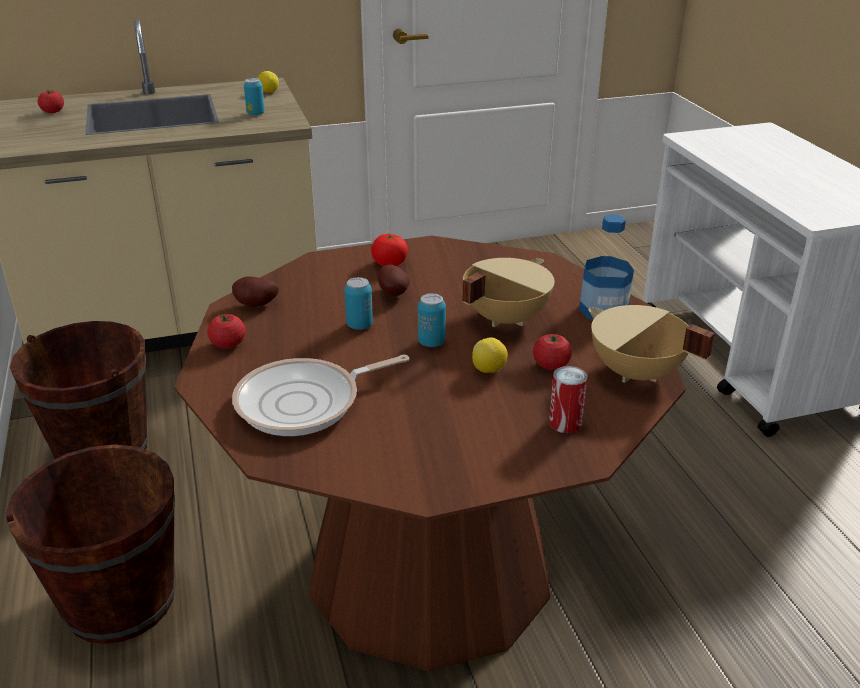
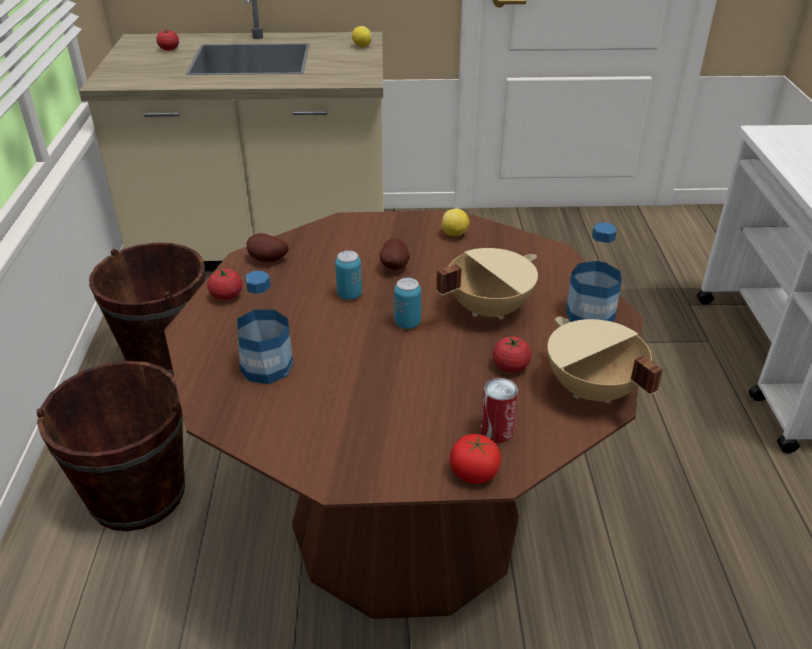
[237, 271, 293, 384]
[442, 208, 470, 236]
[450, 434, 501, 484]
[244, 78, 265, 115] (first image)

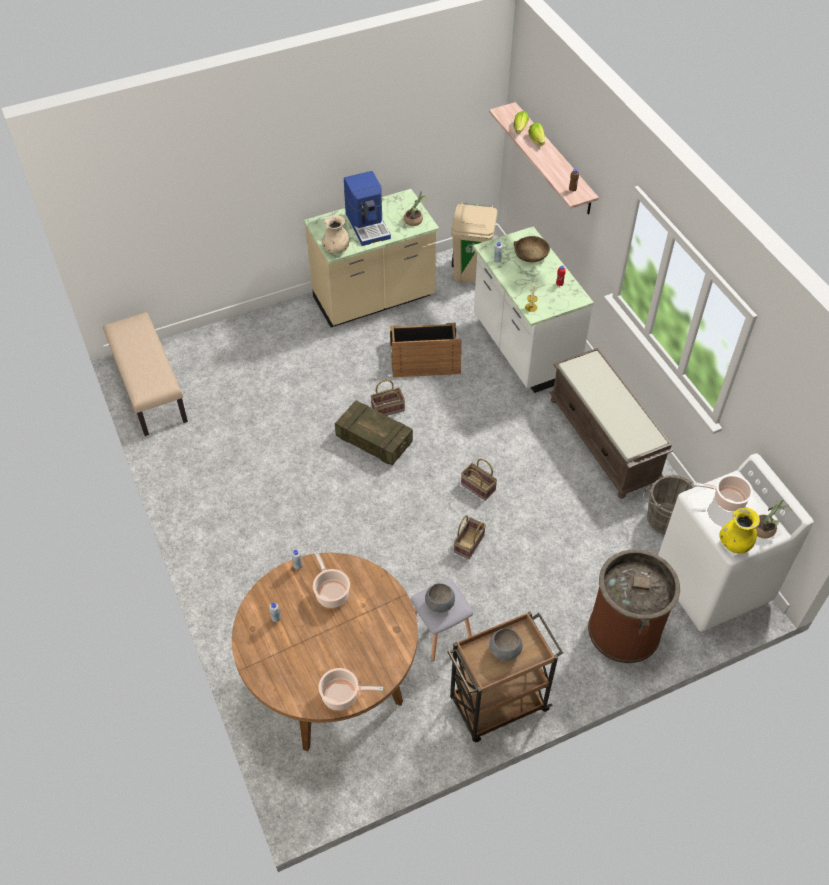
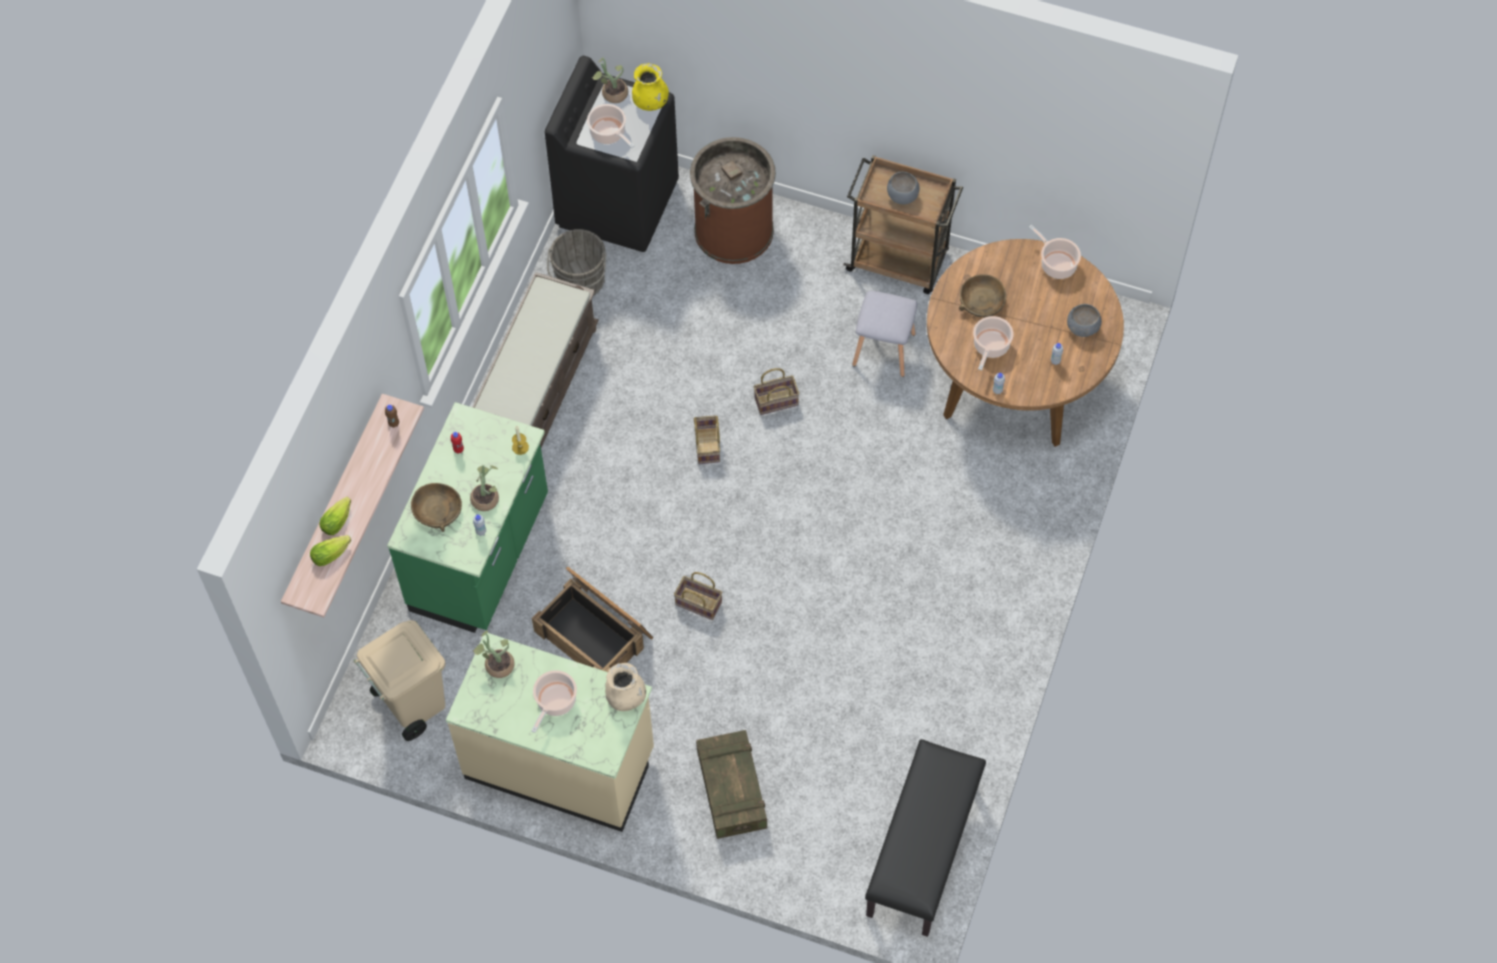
[387, 402, 548, 633]
[470, 465, 499, 511]
[531, 670, 577, 733]
[545, 56, 679, 252]
[696, 730, 767, 839]
[865, 739, 986, 937]
[959, 274, 1006, 318]
[1067, 304, 1102, 337]

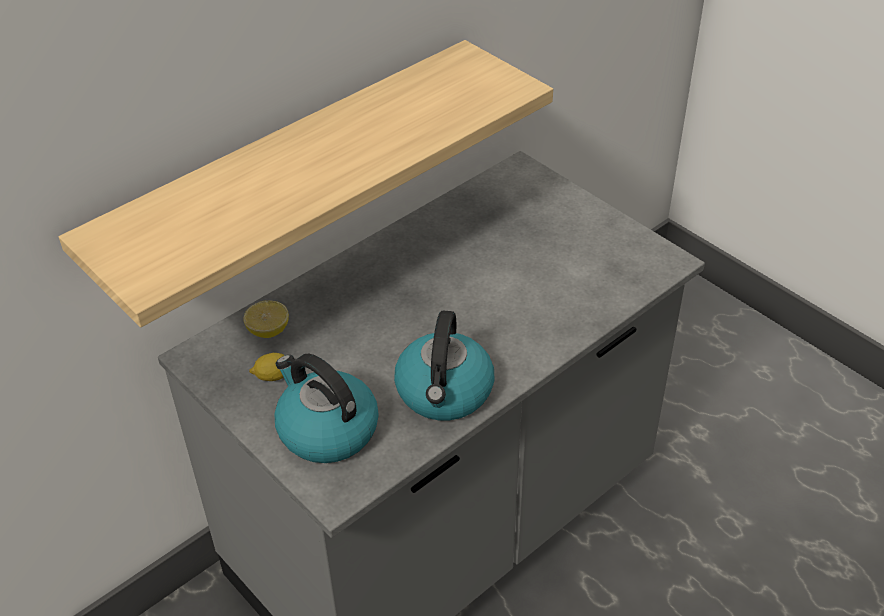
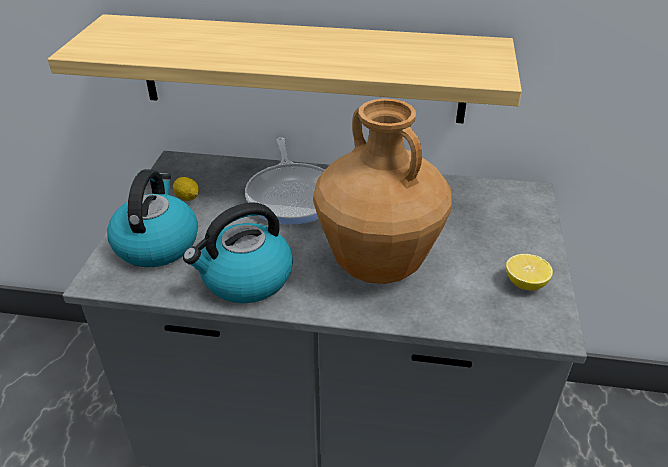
[245, 137, 325, 225]
[313, 98, 452, 284]
[506, 254, 553, 291]

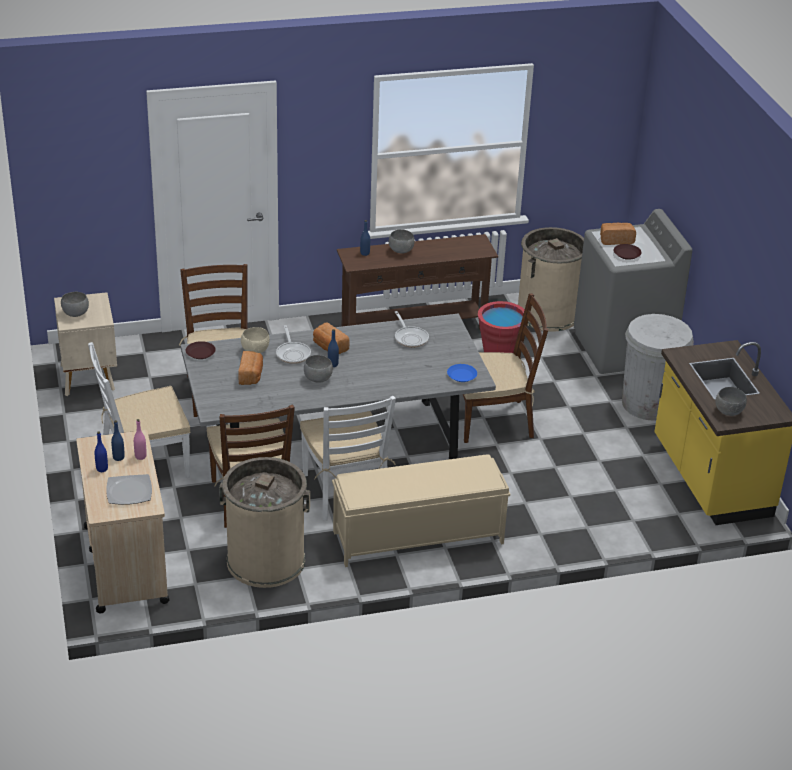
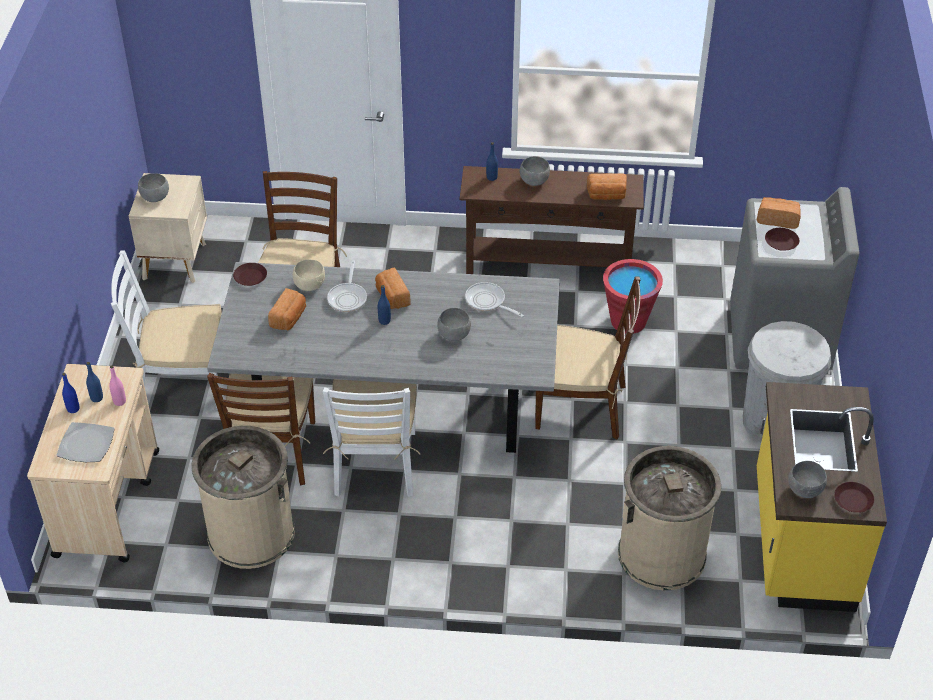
[437, 308, 471, 341]
[465, 282, 524, 317]
[587, 173, 627, 200]
[618, 446, 721, 590]
[834, 482, 874, 513]
[332, 454, 510, 567] (first image)
[447, 364, 477, 382] (first image)

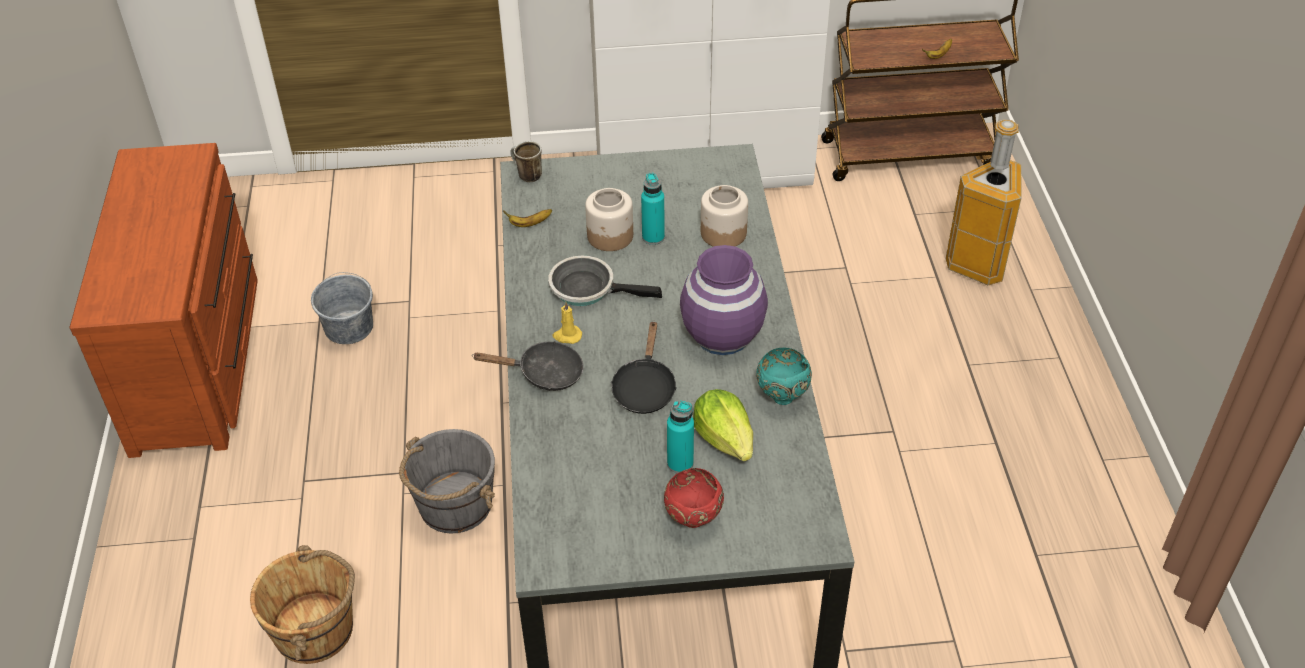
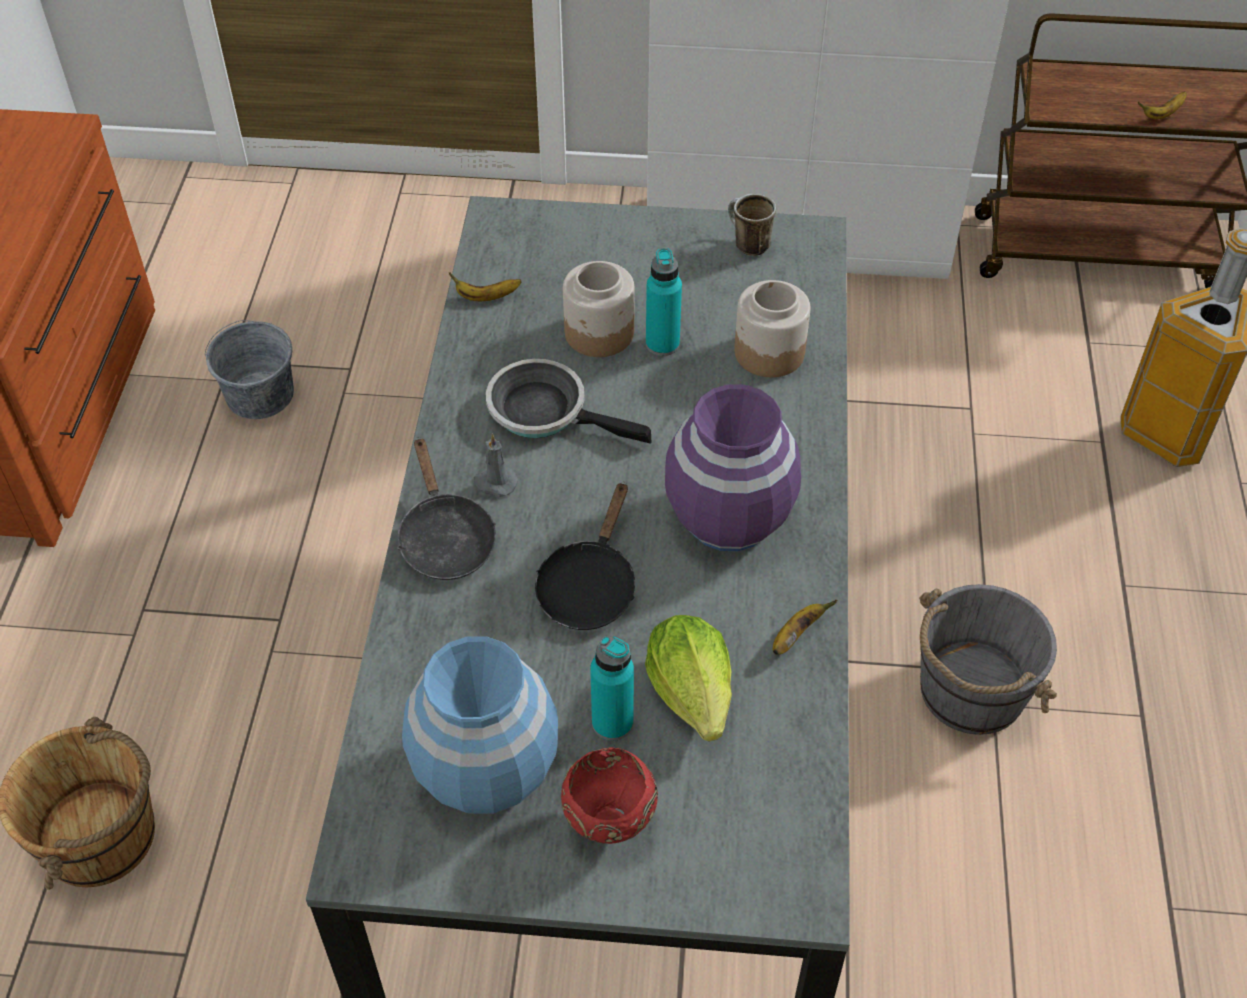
[397, 437, 496, 580]
[402, 636, 558, 814]
[473, 434, 518, 497]
[728, 194, 776, 256]
[773, 600, 838, 655]
[919, 584, 1057, 735]

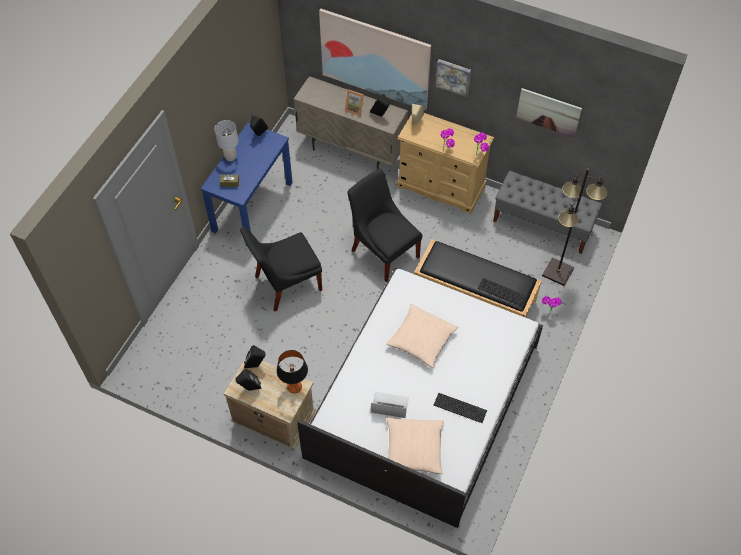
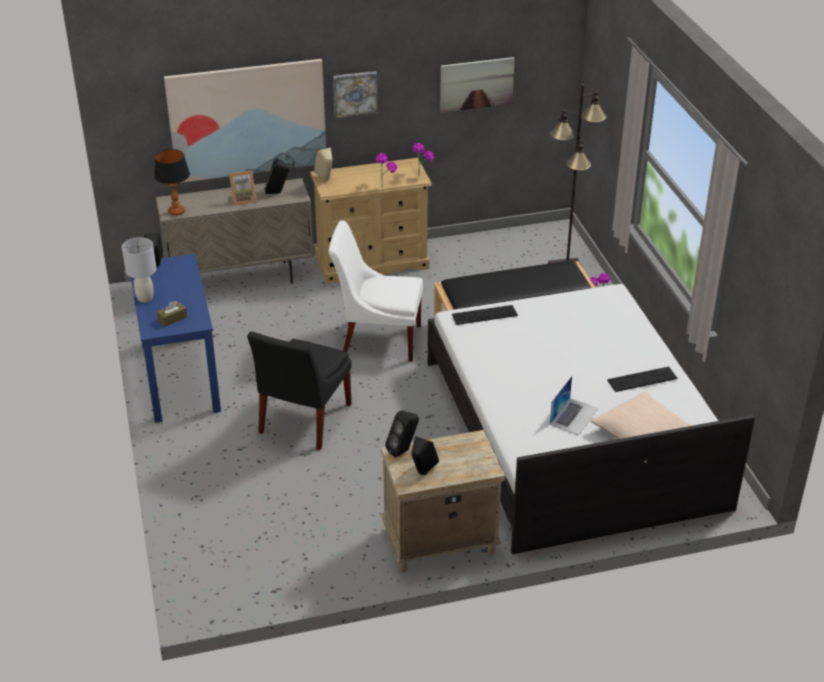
[154, 149, 190, 216]
[328, 220, 423, 362]
[452, 305, 518, 325]
[550, 376, 598, 435]
[386, 304, 458, 368] (first image)
[493, 171, 602, 254] (first image)

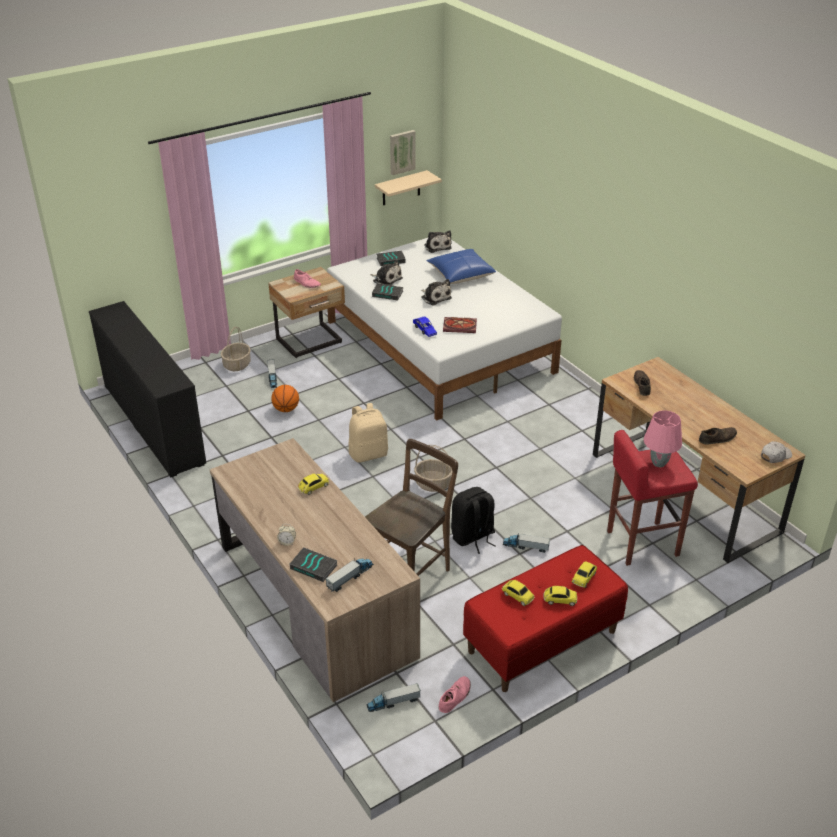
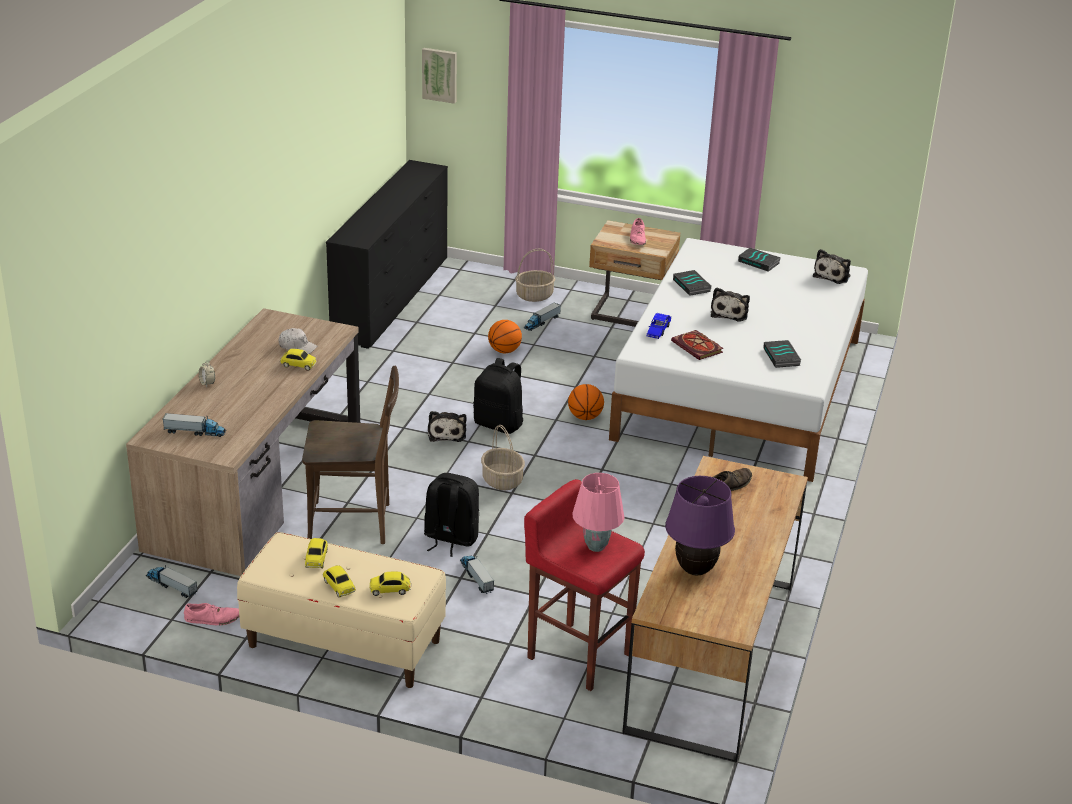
[237, 532, 446, 688]
[279, 328, 318, 354]
[422, 48, 457, 104]
[428, 411, 466, 442]
[473, 358, 523, 434]
[568, 384, 604, 420]
[665, 476, 735, 576]
[763, 340, 801, 368]
[375, 170, 442, 205] (first image)
[426, 249, 496, 284] (first image)

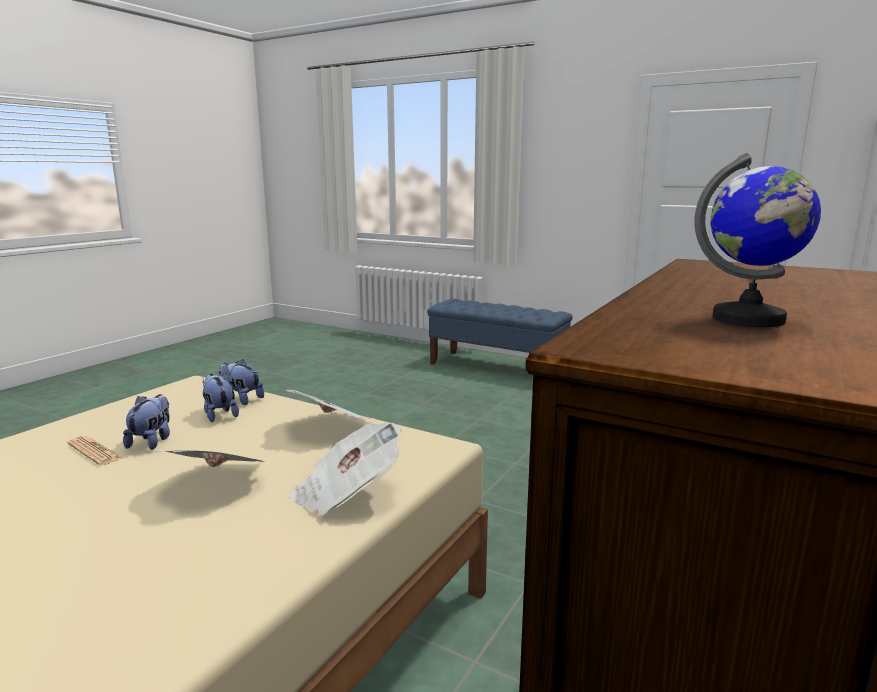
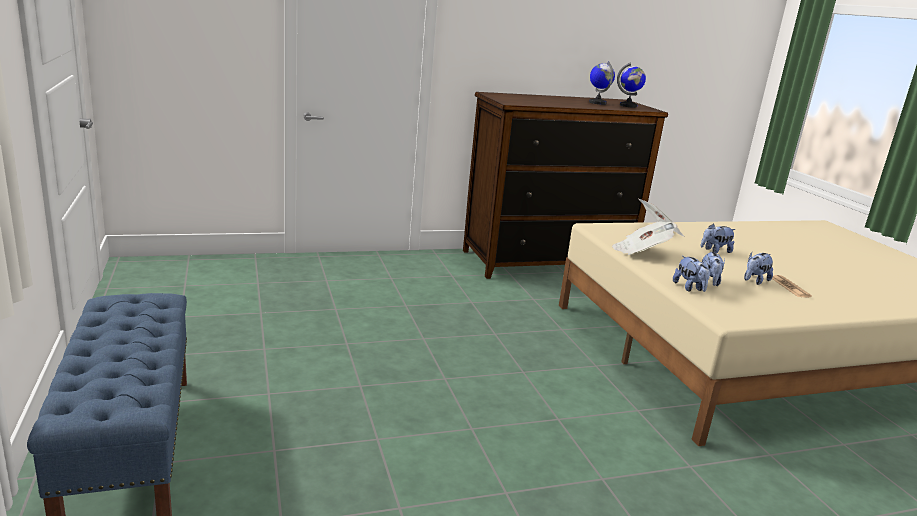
[617, 63, 646, 108]
[701, 223, 736, 253]

